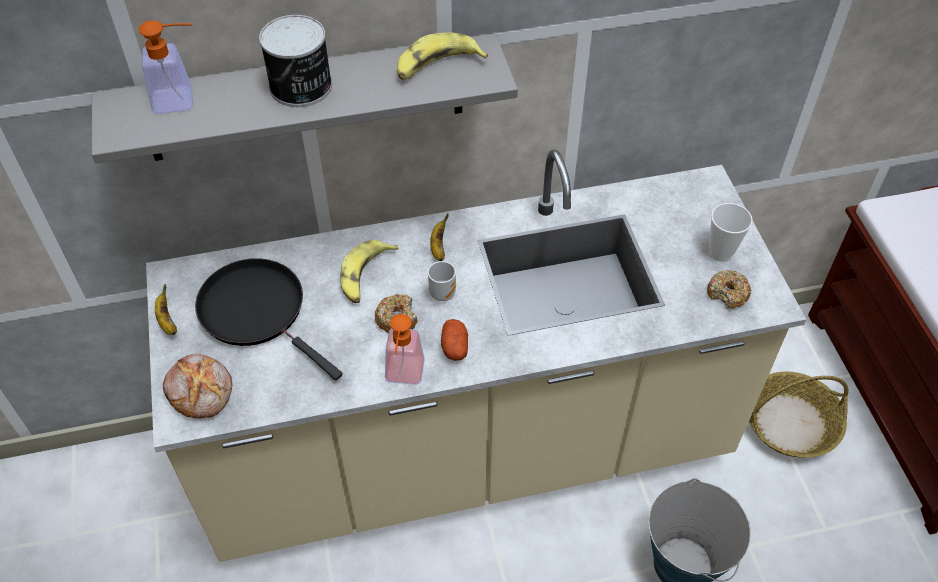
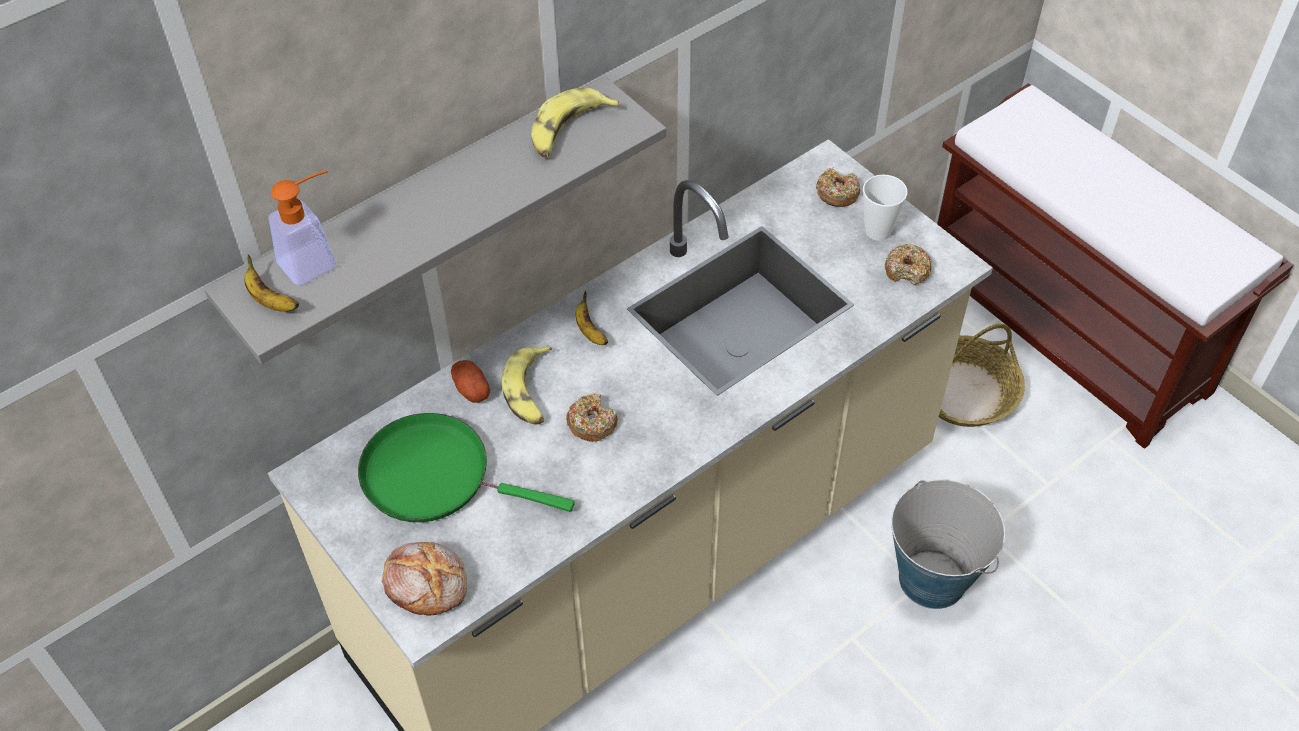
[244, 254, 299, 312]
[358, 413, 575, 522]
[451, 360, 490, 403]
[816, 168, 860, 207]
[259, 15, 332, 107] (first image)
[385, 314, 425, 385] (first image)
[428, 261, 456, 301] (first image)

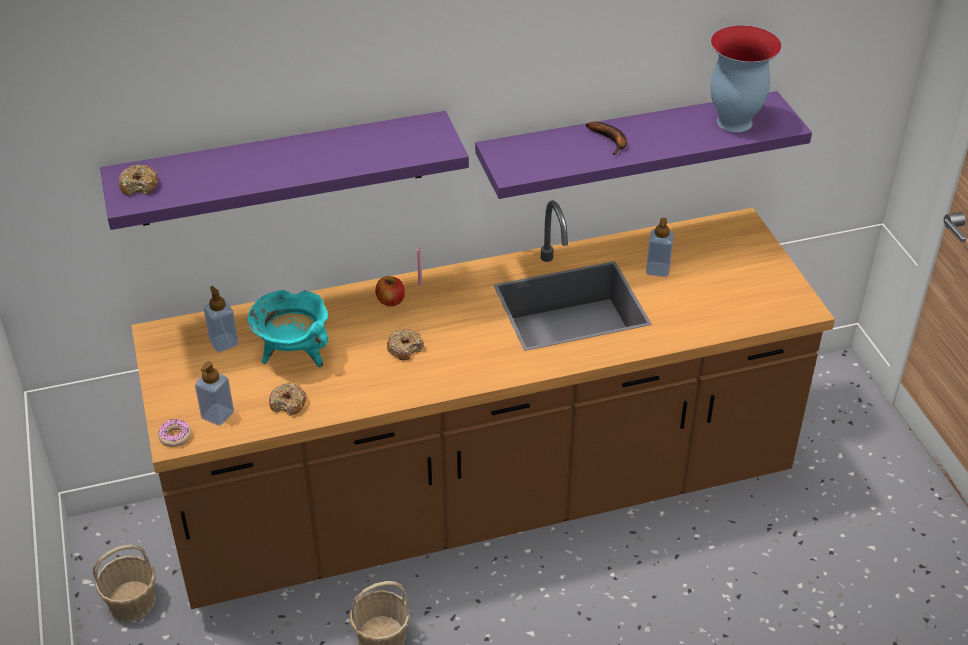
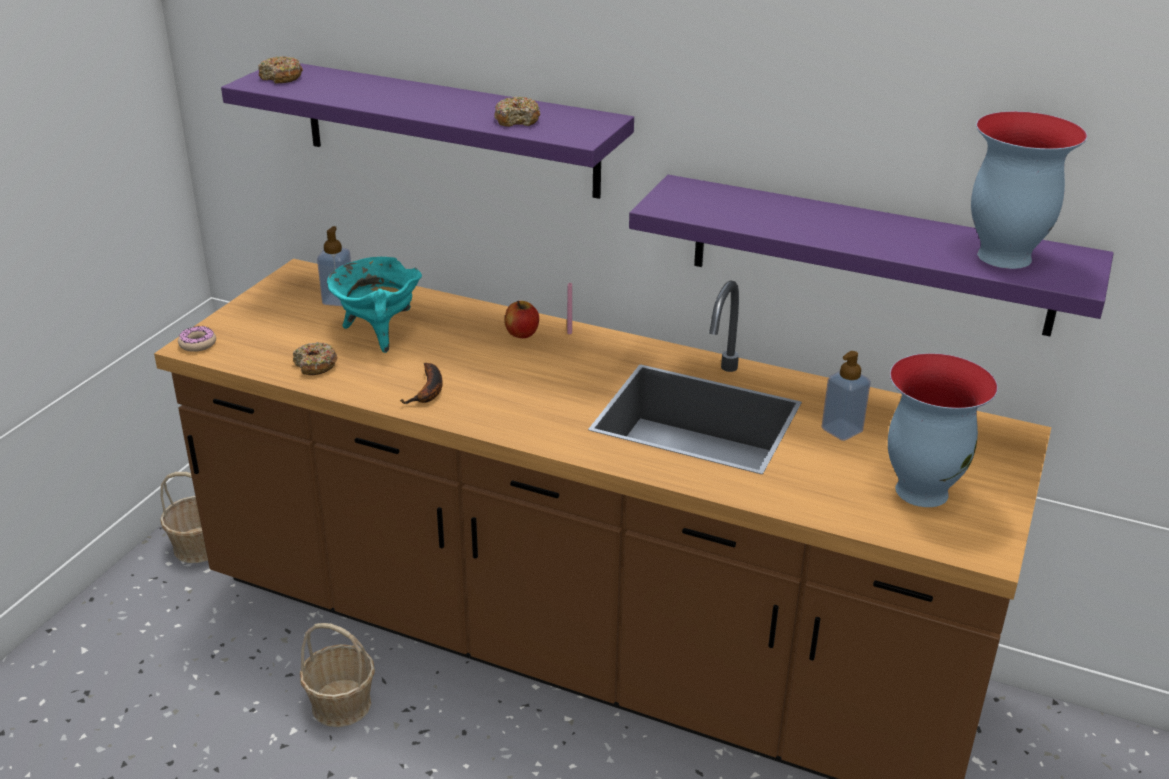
[400, 363, 443, 404]
[494, 97, 540, 127]
[888, 353, 998, 507]
[195, 361, 234, 426] (first image)

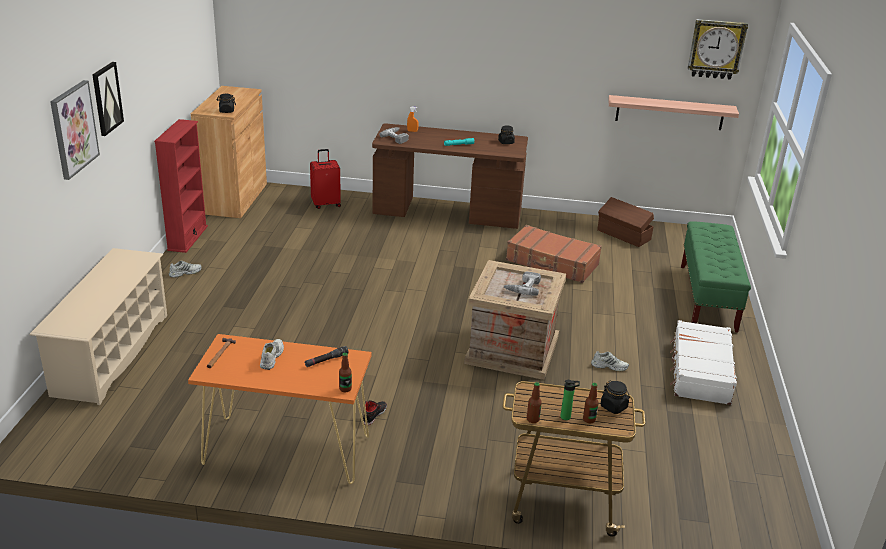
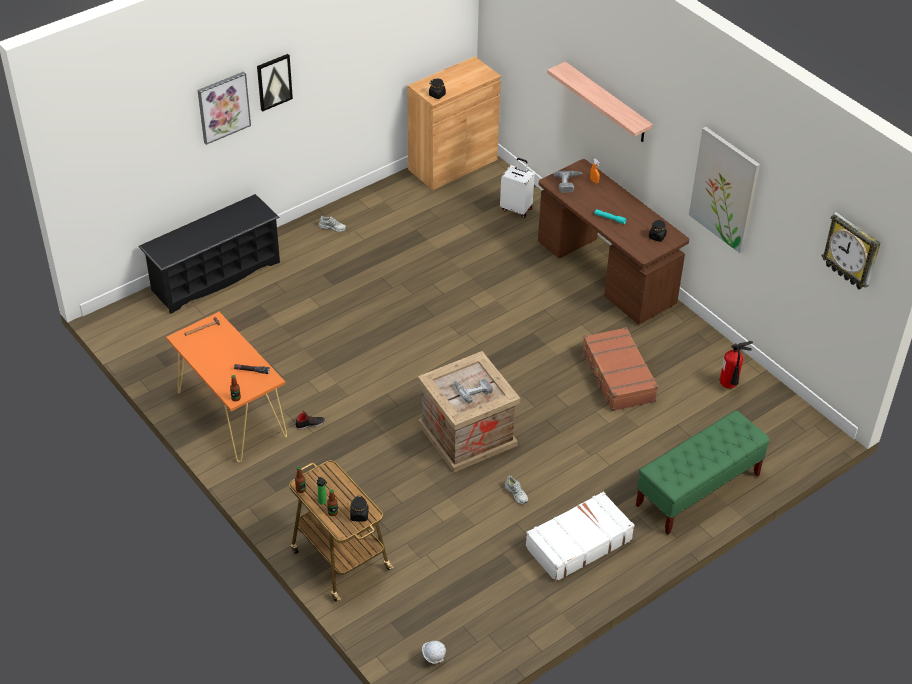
[138, 194, 280, 314]
[422, 641, 446, 664]
[500, 158, 535, 218]
[547, 62, 653, 142]
[689, 127, 760, 253]
[720, 341, 753, 388]
[154, 119, 208, 253] (first image)
[260, 339, 284, 370] (first image)

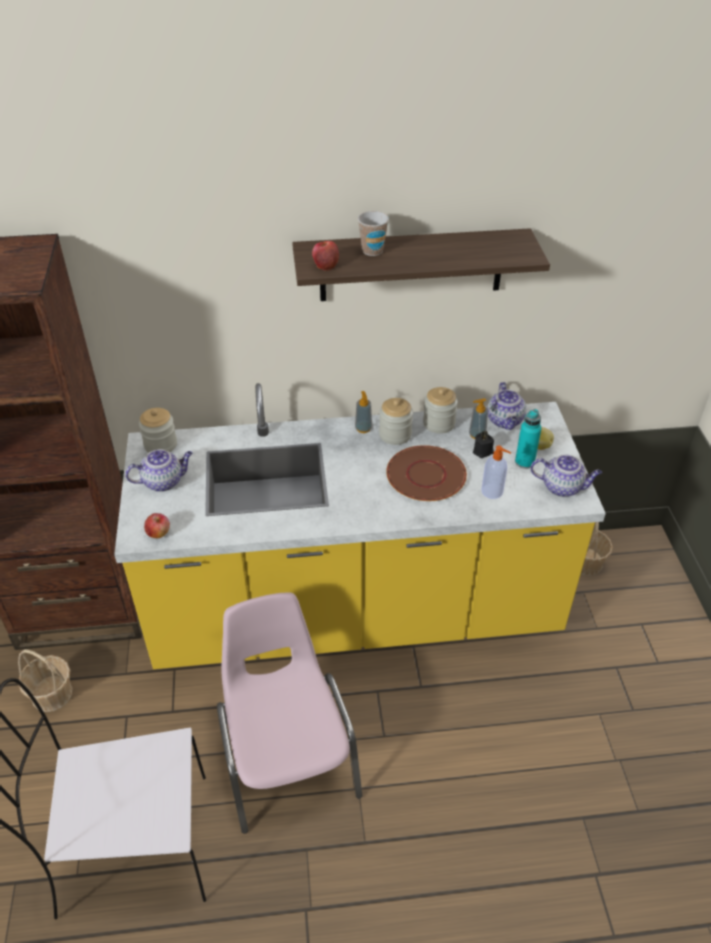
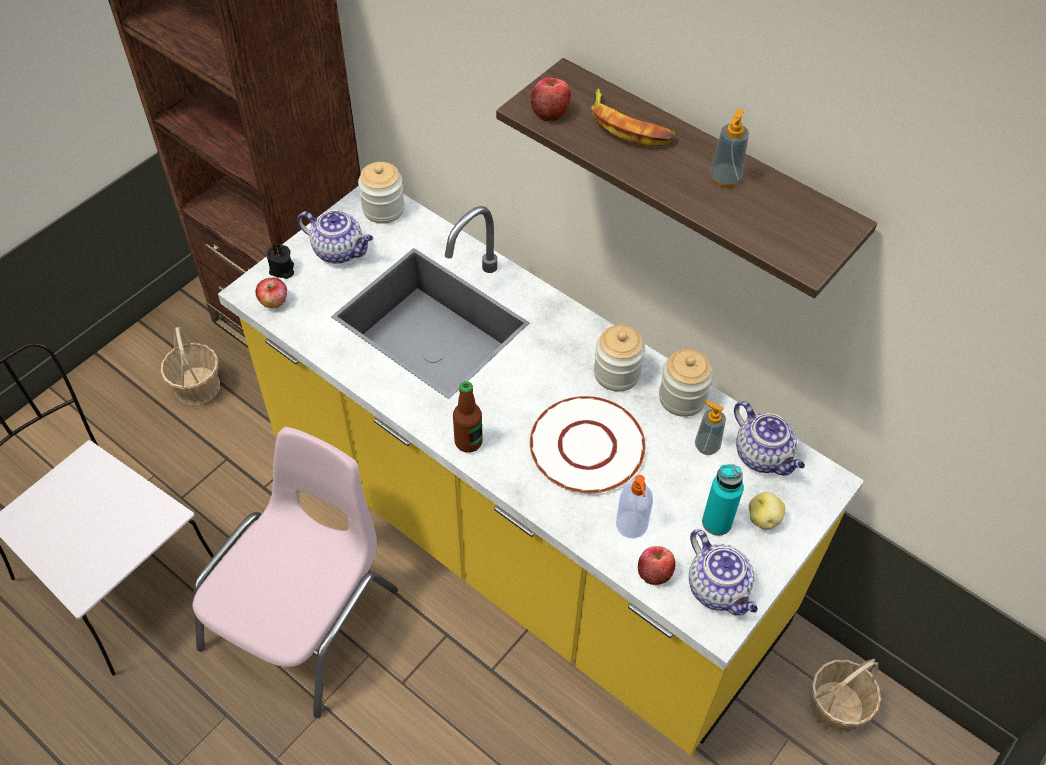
[267, 244, 294, 279]
[453, 381, 483, 452]
[530, 396, 646, 493]
[591, 88, 676, 146]
[638, 546, 676, 585]
[710, 109, 749, 187]
[734, 401, 805, 476]

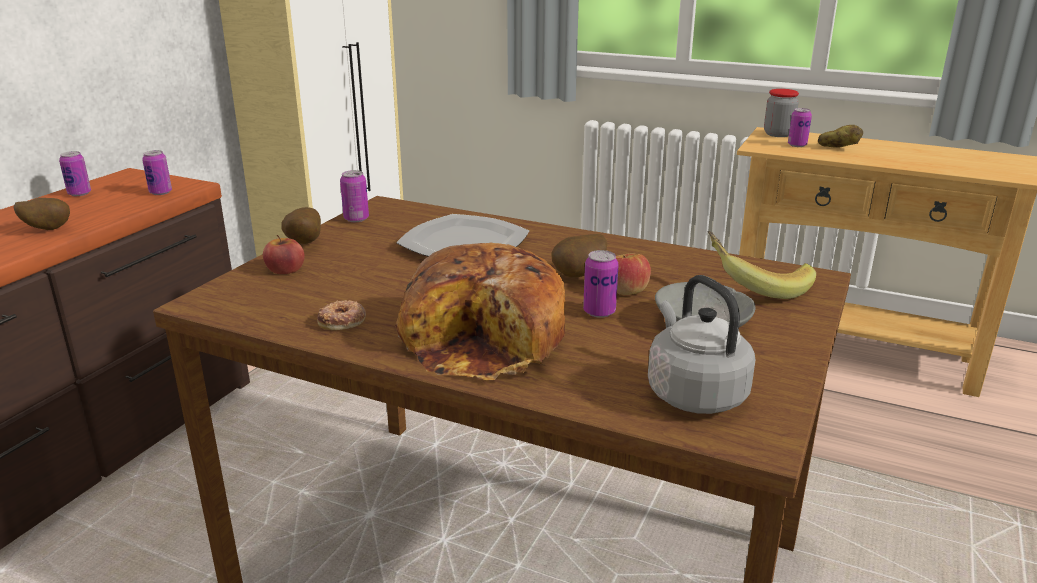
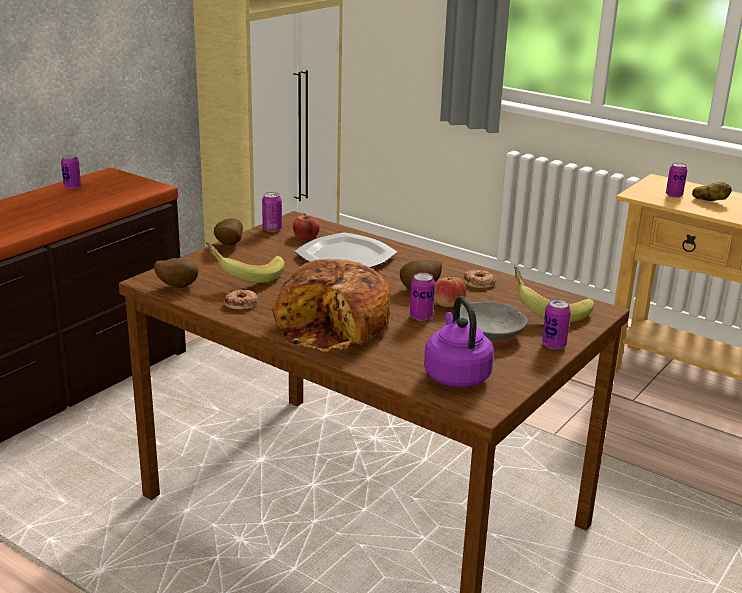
[154, 258, 198, 288]
[206, 242, 285, 283]
[293, 213, 320, 239]
[424, 296, 494, 388]
[463, 269, 496, 288]
[542, 299, 571, 350]
[764, 89, 799, 137] (first image)

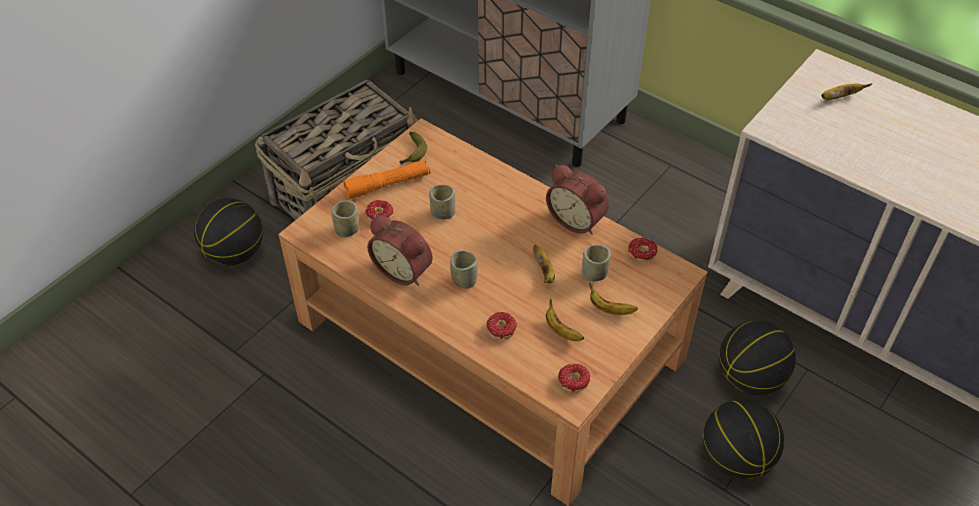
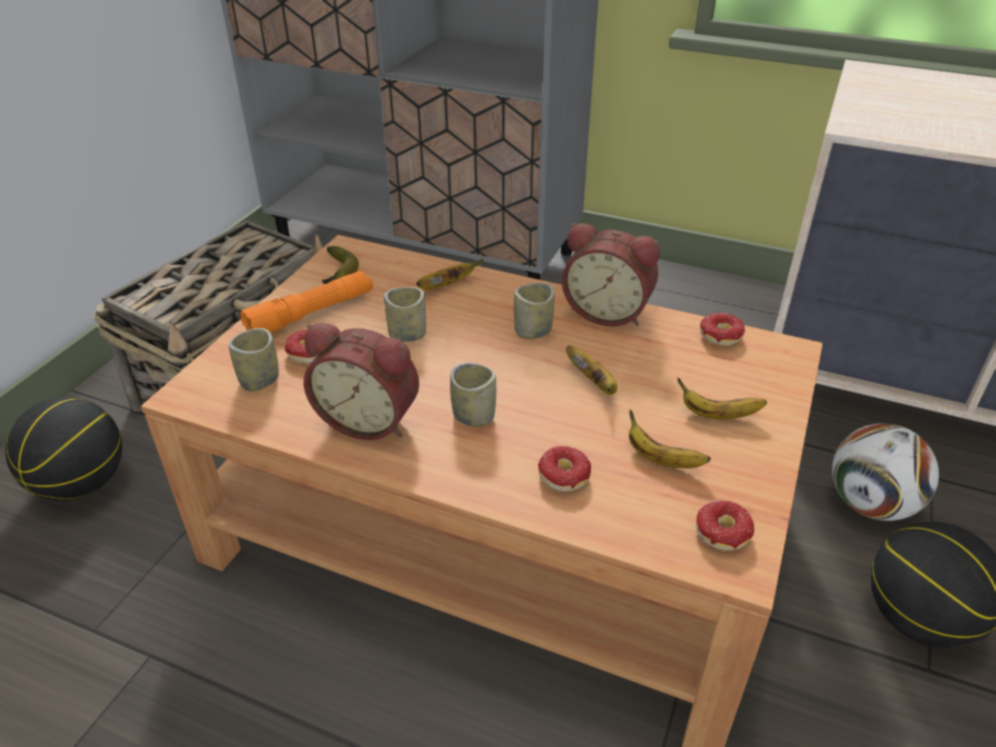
[416, 259, 484, 290]
[514, 283, 554, 339]
[832, 423, 939, 521]

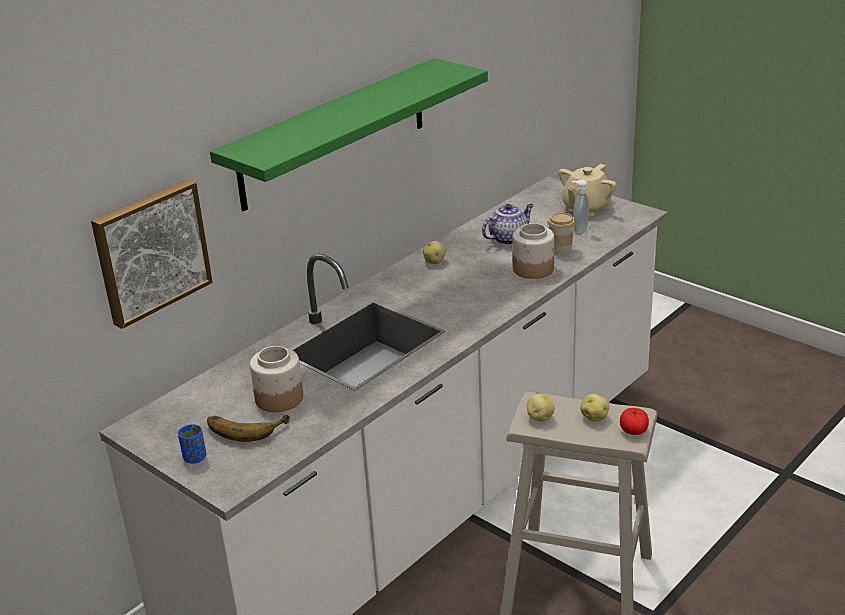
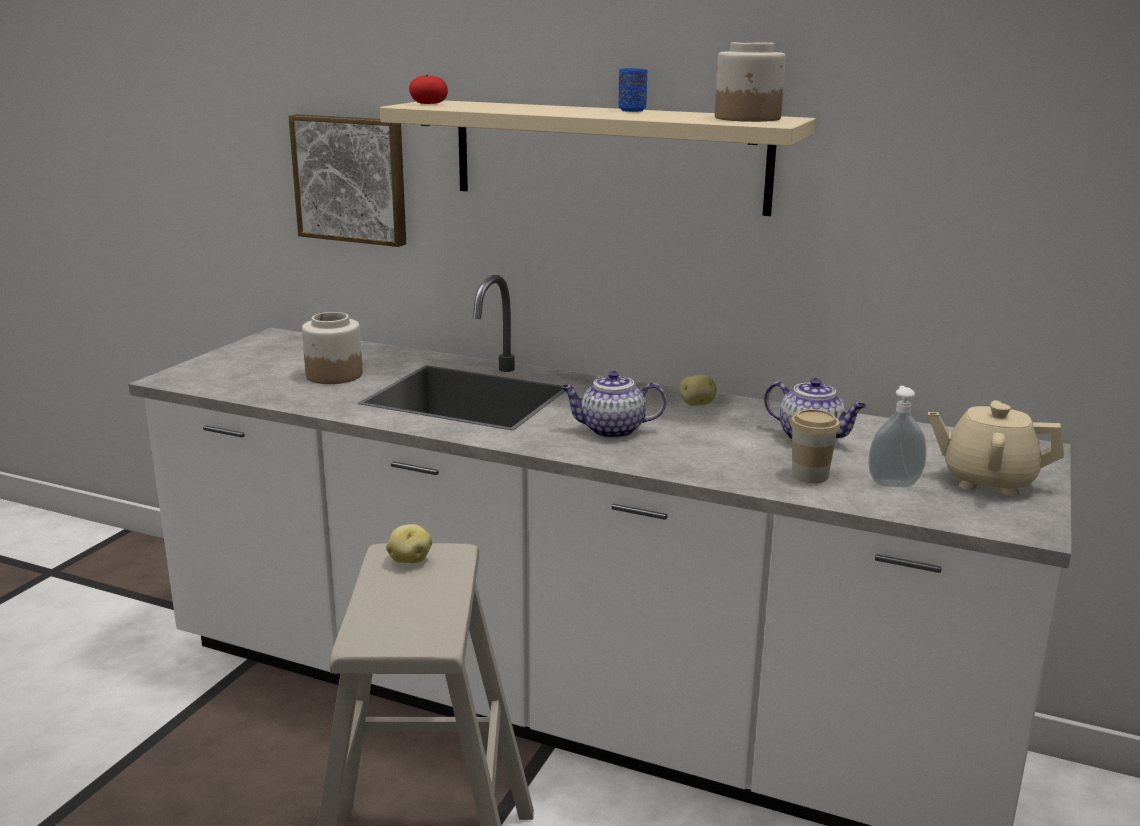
[380, 100, 816, 216]
[409, 75, 448, 104]
[561, 371, 666, 439]
[619, 68, 647, 112]
[715, 42, 786, 122]
[207, 415, 290, 442] (first image)
[580, 394, 609, 421] (first image)

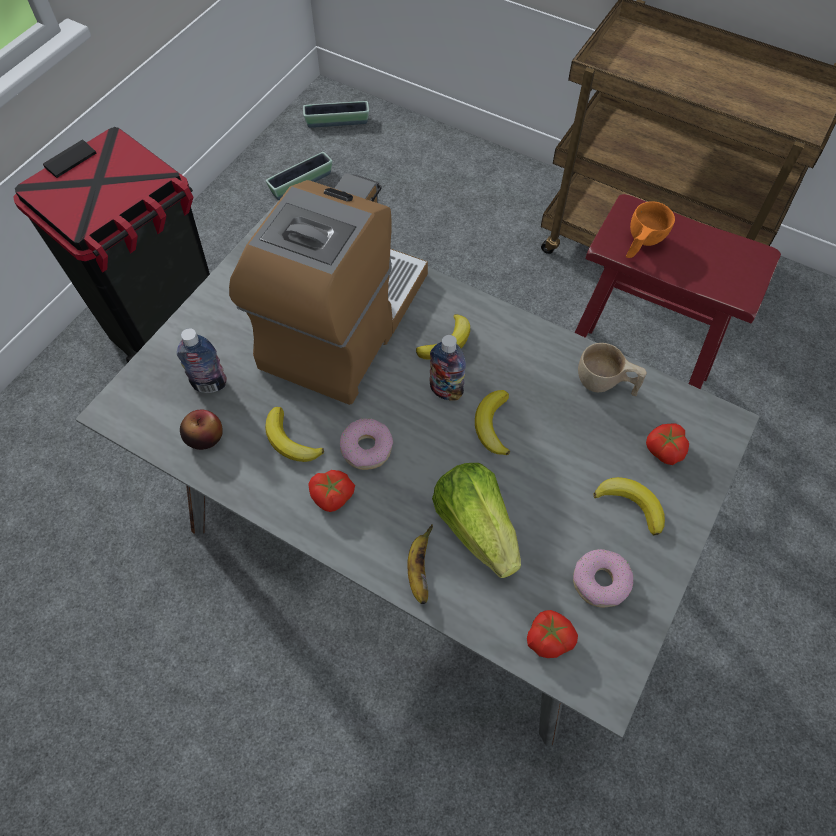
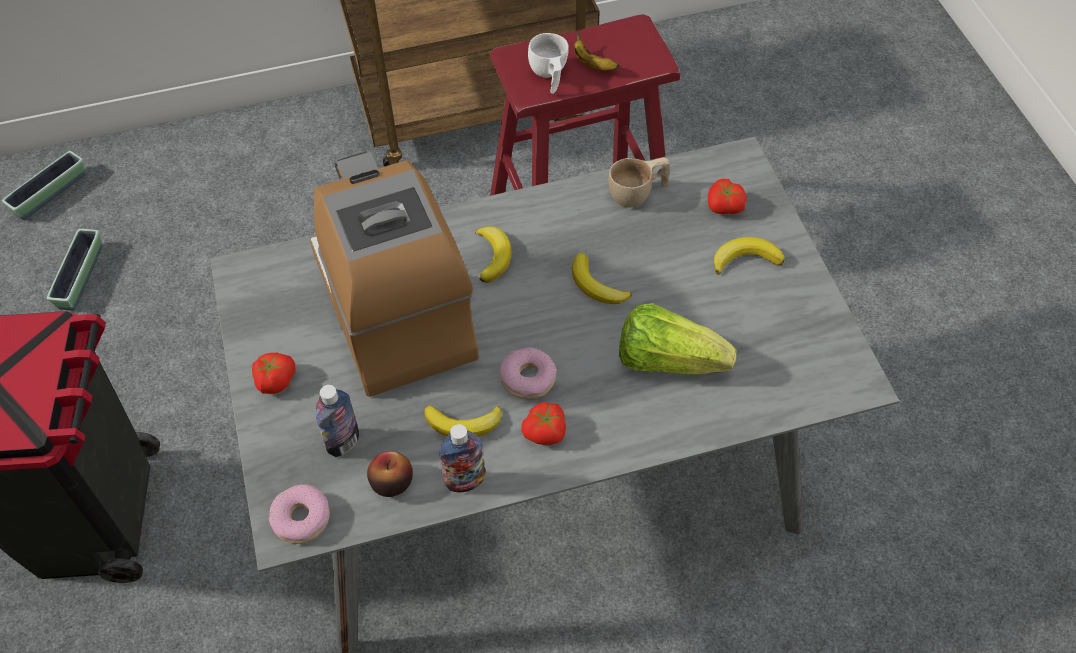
[252, 353, 296, 394]
[269, 485, 330, 544]
[439, 424, 486, 492]
[528, 33, 569, 94]
[574, 29, 619, 71]

